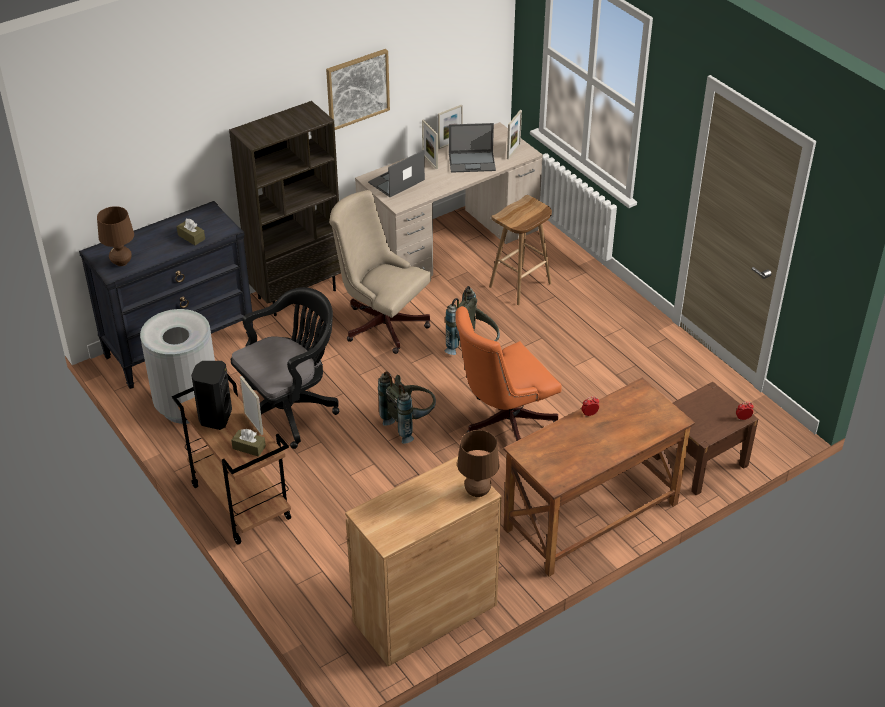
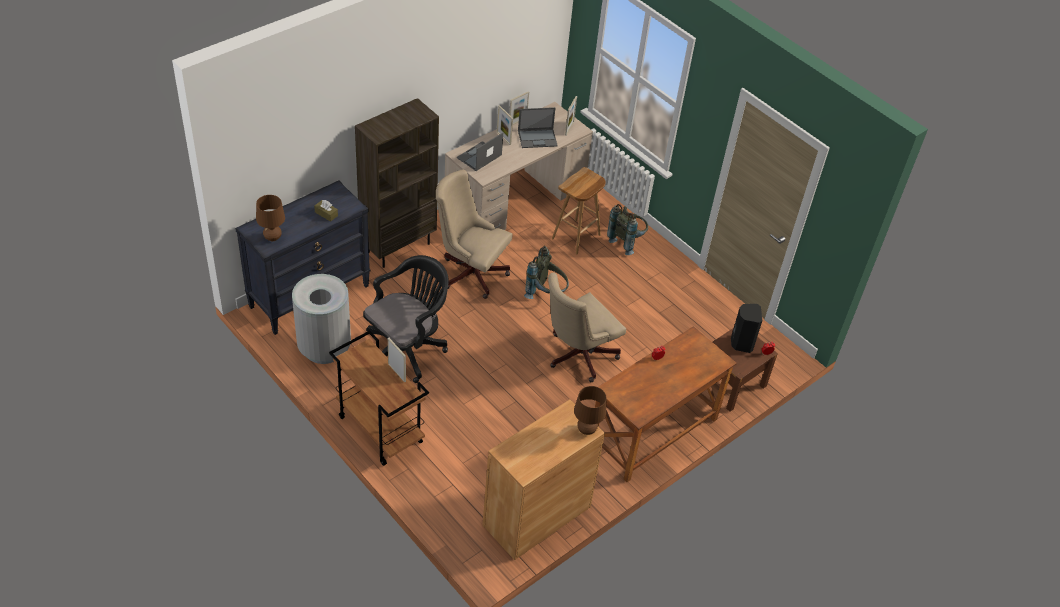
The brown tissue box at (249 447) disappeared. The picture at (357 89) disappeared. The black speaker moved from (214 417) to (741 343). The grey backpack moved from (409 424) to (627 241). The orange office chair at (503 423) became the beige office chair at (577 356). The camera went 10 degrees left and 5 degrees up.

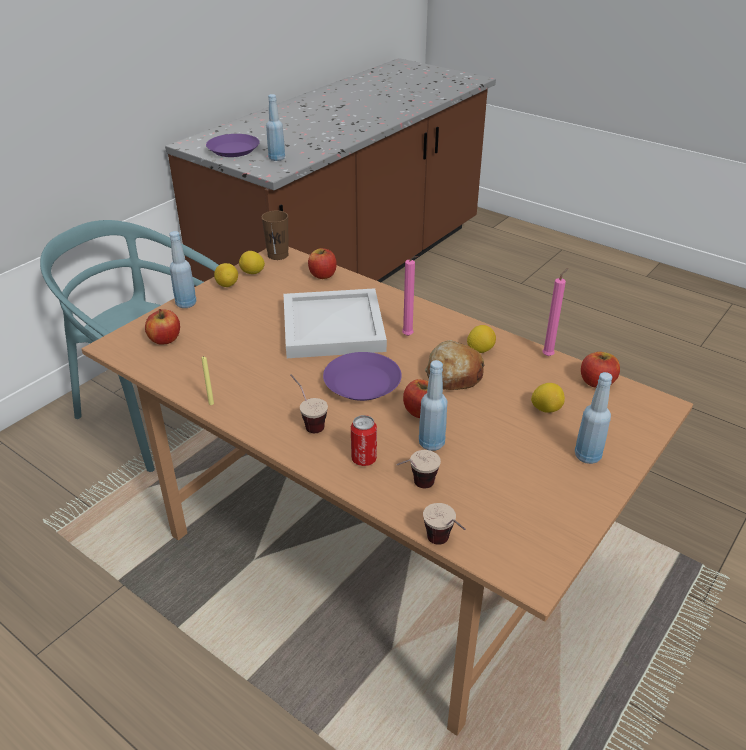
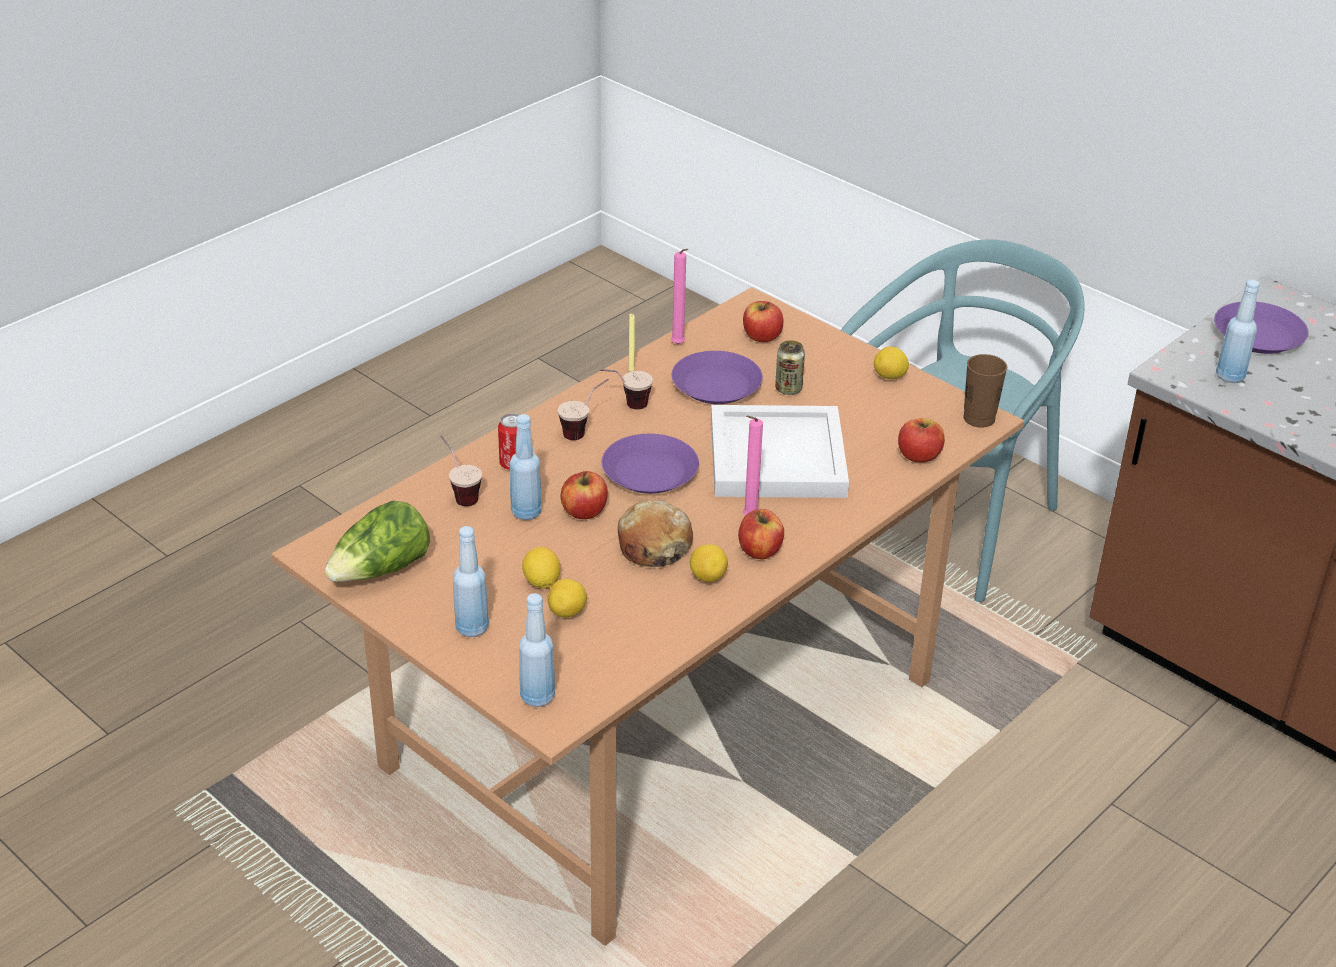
The lettuce at (381 570) appeared. The purple plate at (715 386) appeared. The can at (788 389) appeared. The blue bottle moved from (186 304) to (537 697). The lemon moved from (252 273) to (541 582). The cup moved from (444 546) to (625 407). The pink candle moved from (549 355) to (679 345). The apple moved from (597 382) to (760 550). The camera went 95 degrees right and 0 degrees up.

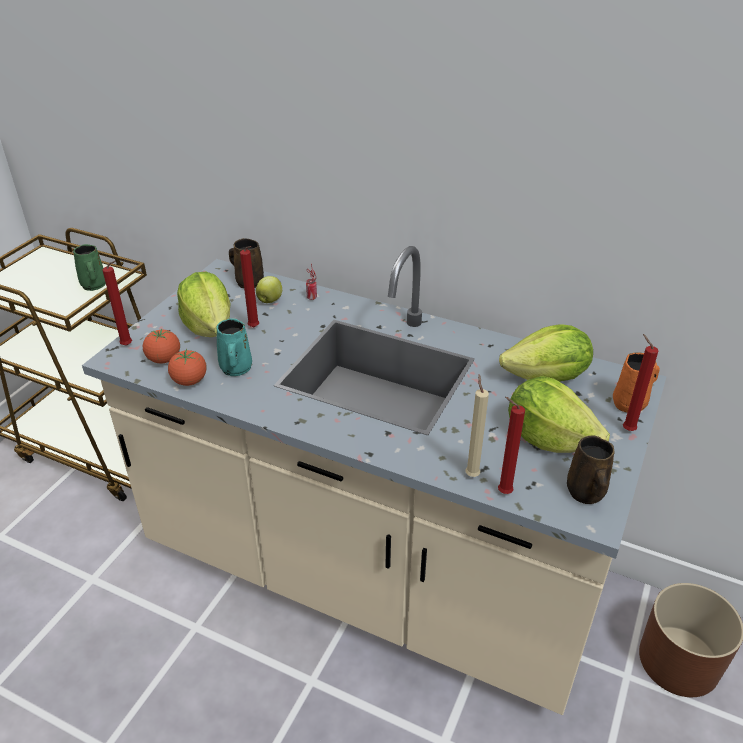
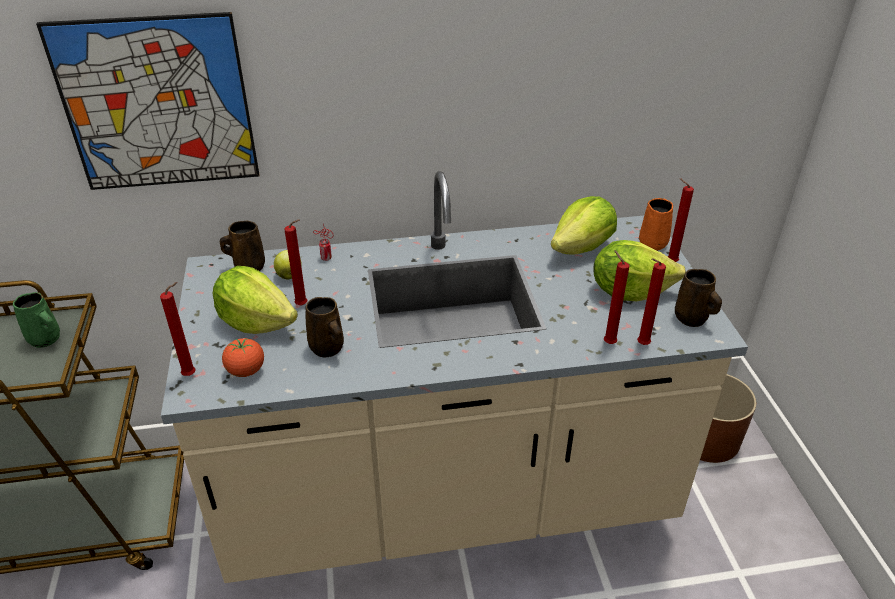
The tomato at (189 381) disappeared. The picture at (157 104) appeared. The turquoise mug at (235 369) became the brown mug at (328 349). The beige candle at (471 474) became the red candle at (607 342). The camera went 35 degrees left and 0 degrees up.

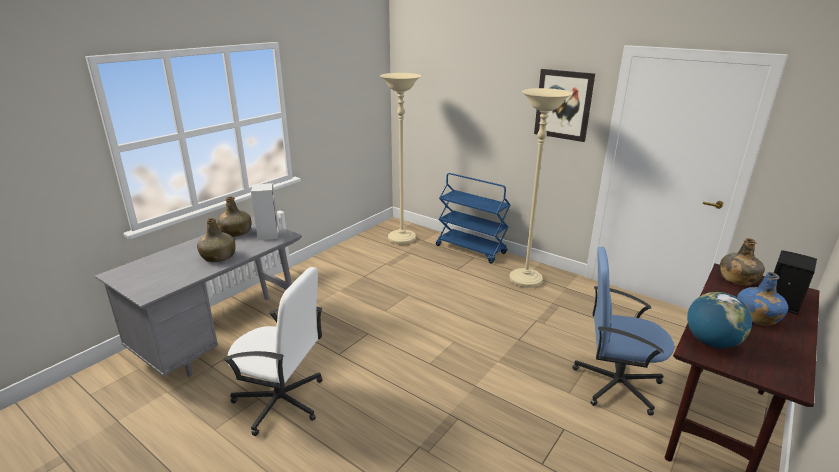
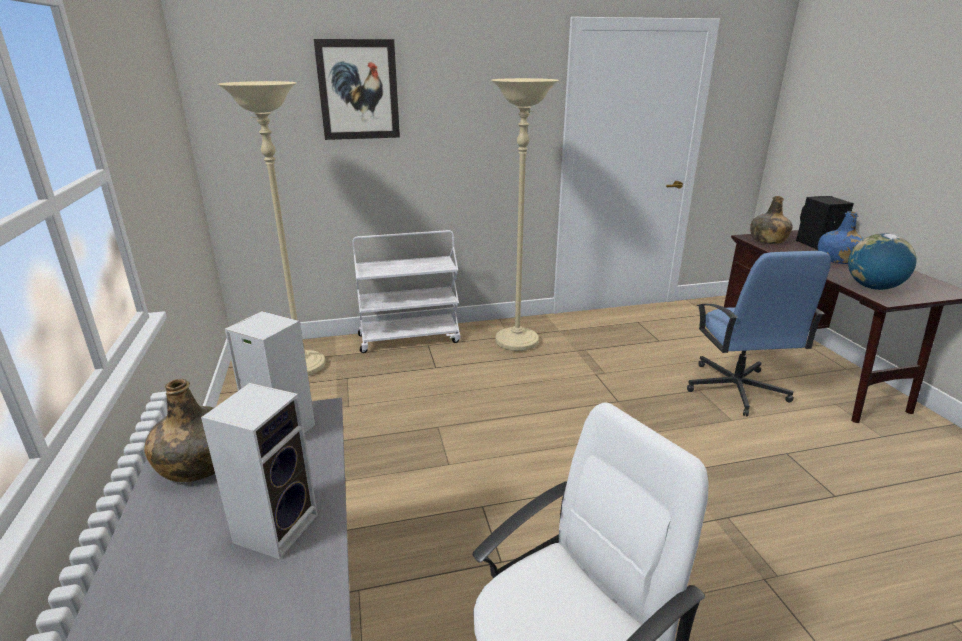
The picture moved from (563 105) to (358 90). The green bottle at (218 257) was replaced by the speaker at (277 526). The blue cart at (471 249) became the white cart at (409 338). The blue office chair at (615 384) turned 60 degrees counterclockwise. The camera went 50 degrees left and 0 degrees up.

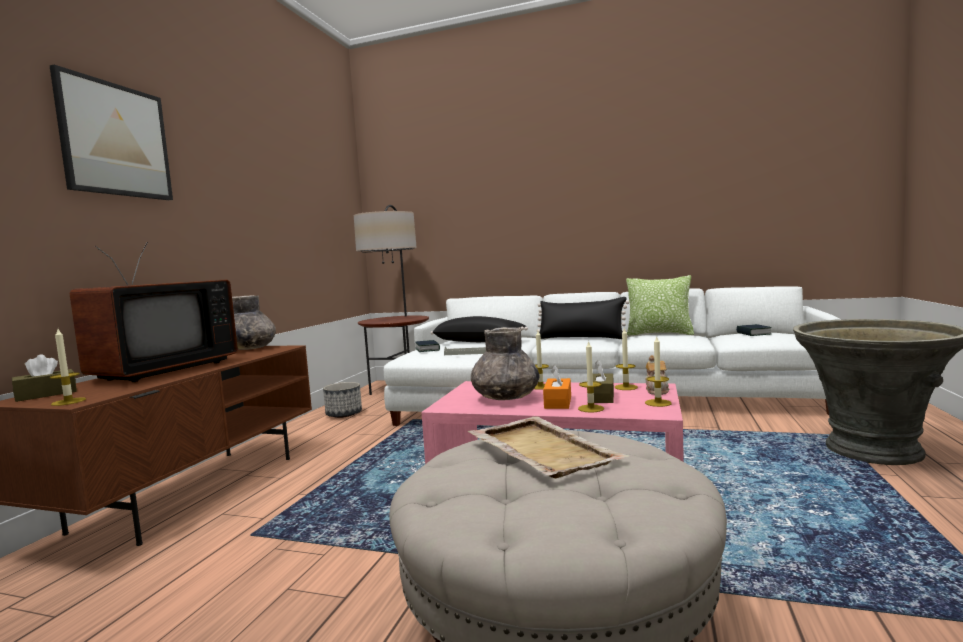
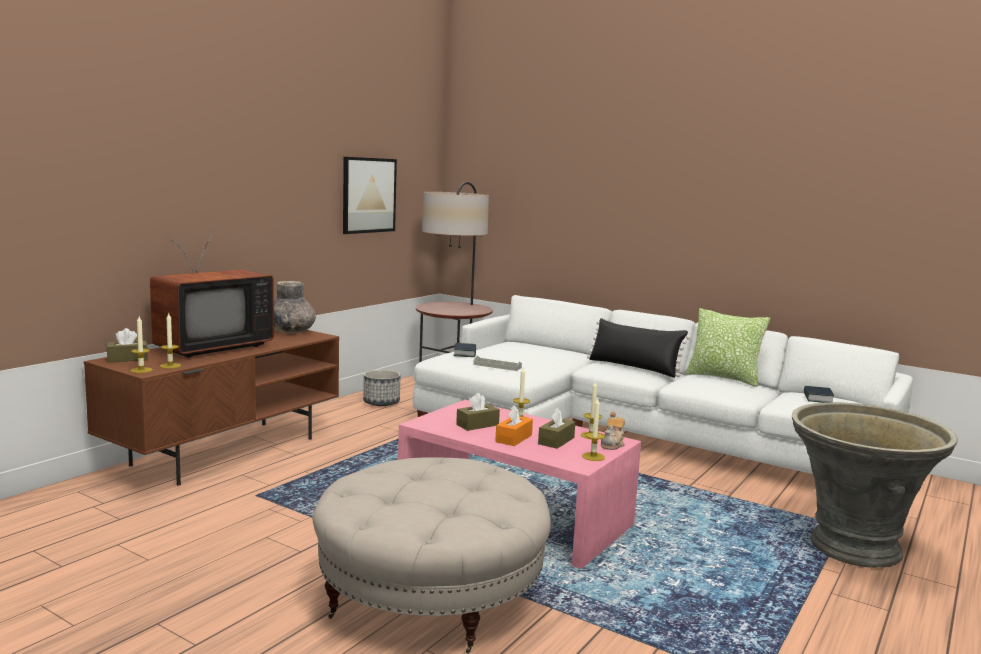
The black pillow at (479 341) disappeared. The beige tray at (541 449) disappeared. The picture moved from (115 140) to (369 195). The candle moved from (591 408) to (170 366). The grey vase at (505 398) was replaced by the brown tissue box at (477 425). The camera went 15 degrees right and 5 degrees up.

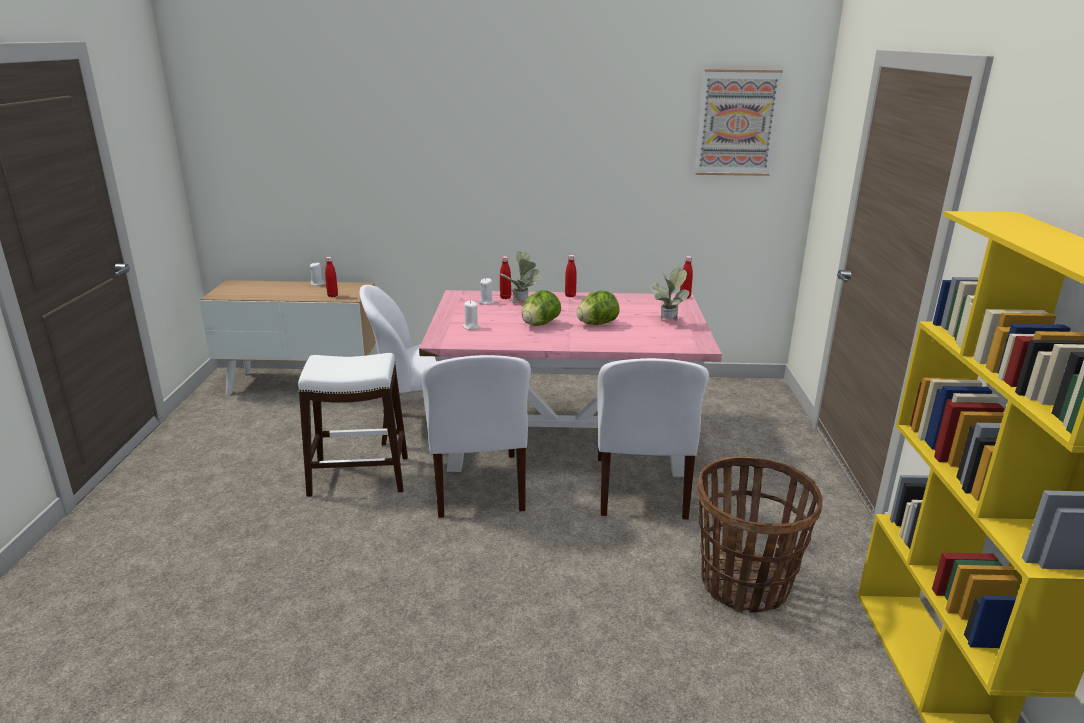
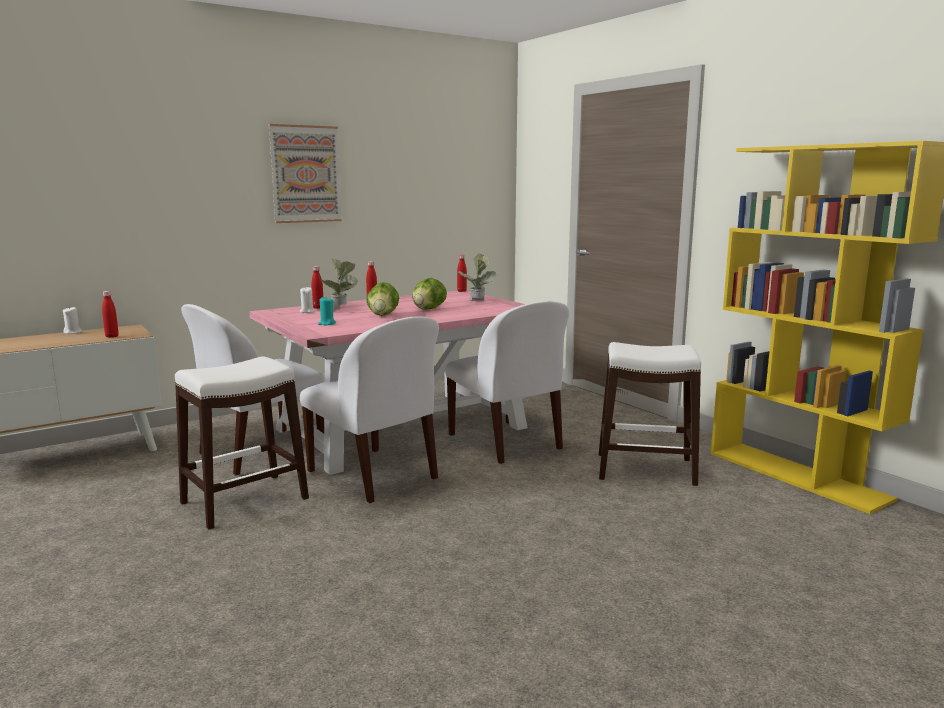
The picture moved from (737 123) to (305 174). The basket at (745 584) was replaced by the white stool at (645 469). The white candle at (471 327) became the turquoise candle at (326 324). The camera went 35 degrees left and 10 degrees down.

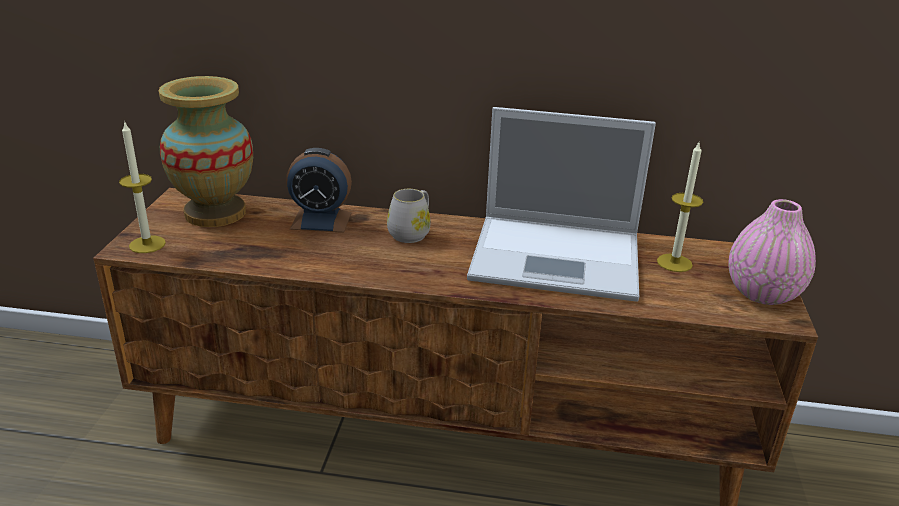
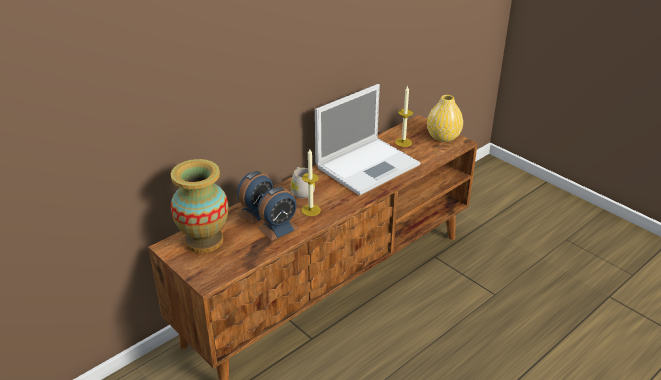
The alarm clock at (278 228) appeared. The candle moved from (147 244) to (311 210). The pink vase at (762 293) became the yellow vase at (443 137). The camera went 50 degrees left and 5 degrees up.

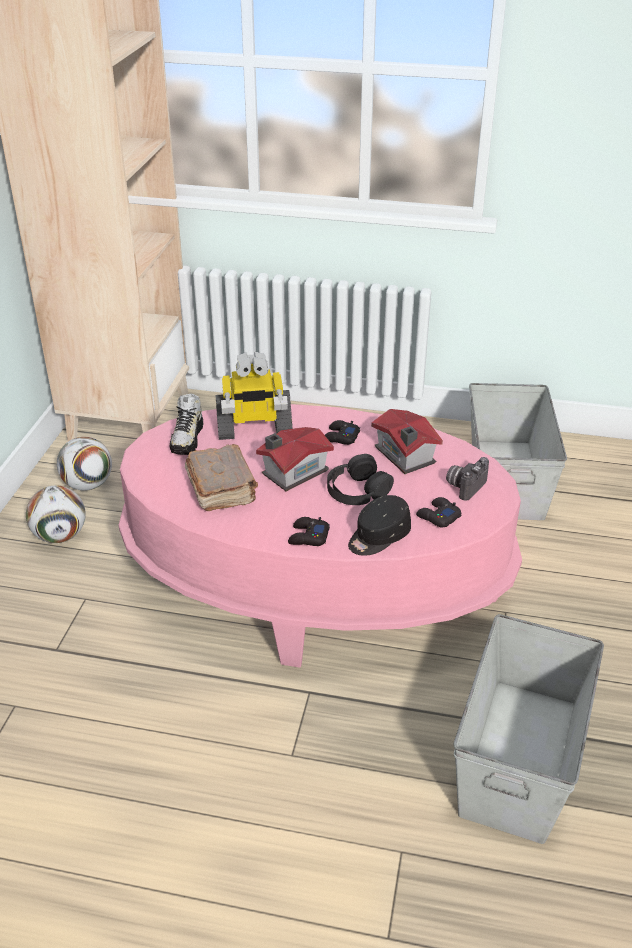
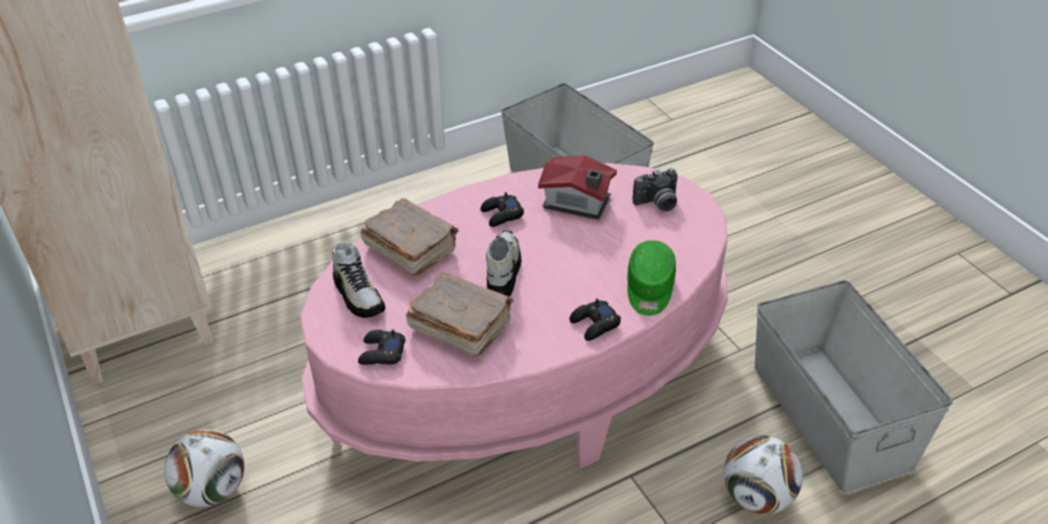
The black headphones at (357 490) disappeared. The football moved from (88 485) to (757 497). The black game controller moved from (438 516) to (381 353). The toy robot at (253 428) was replaced by the brown book at (410 248). The toy house at (292 472) was replaced by the shoe at (502 272). The black cap at (378 537) became the green cap at (649 289). The photo camera at (465 486) turned 105 degrees counterclockwise. The camera went 40 degrees left and 5 degrees up.

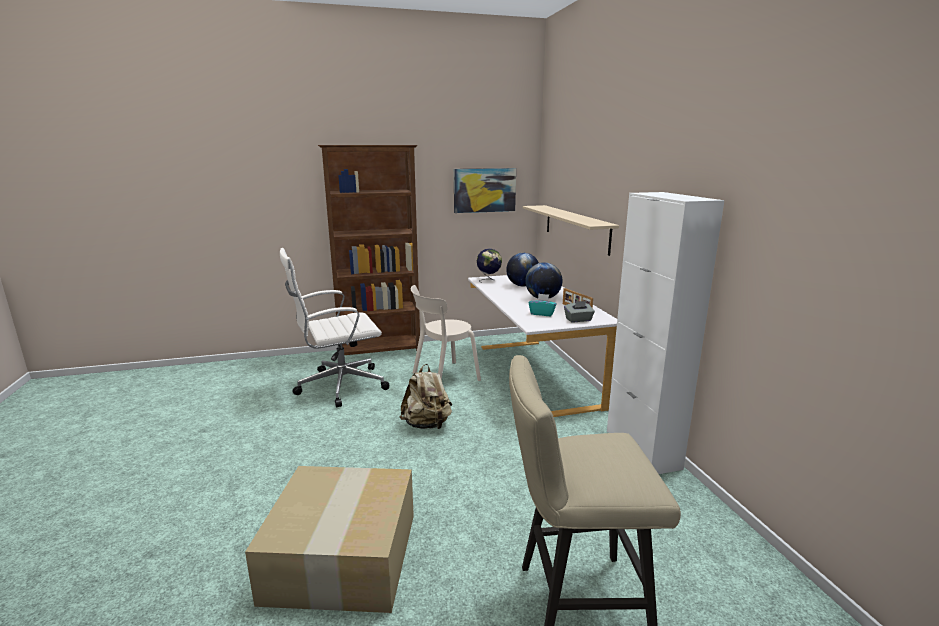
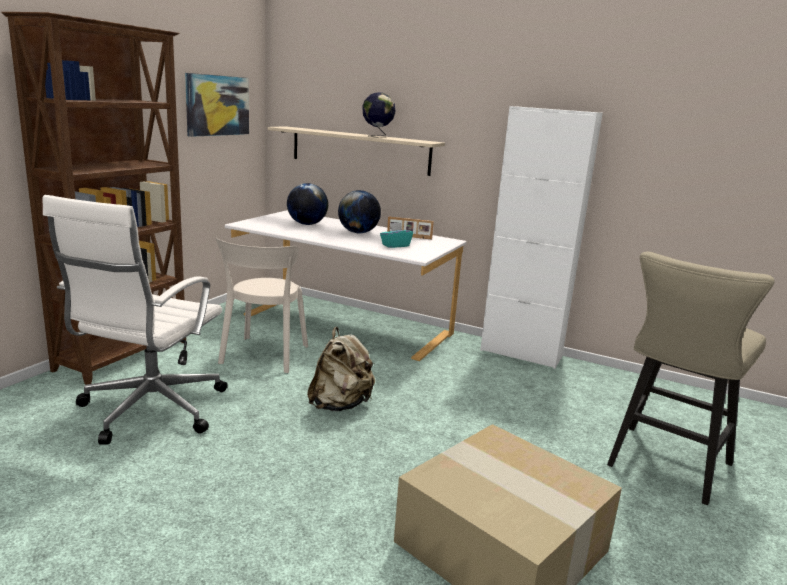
The grey tissue box at (578 320) disappeared. The globe moved from (489 280) to (377 136). The camera went 50 degrees left and 0 degrees up.

